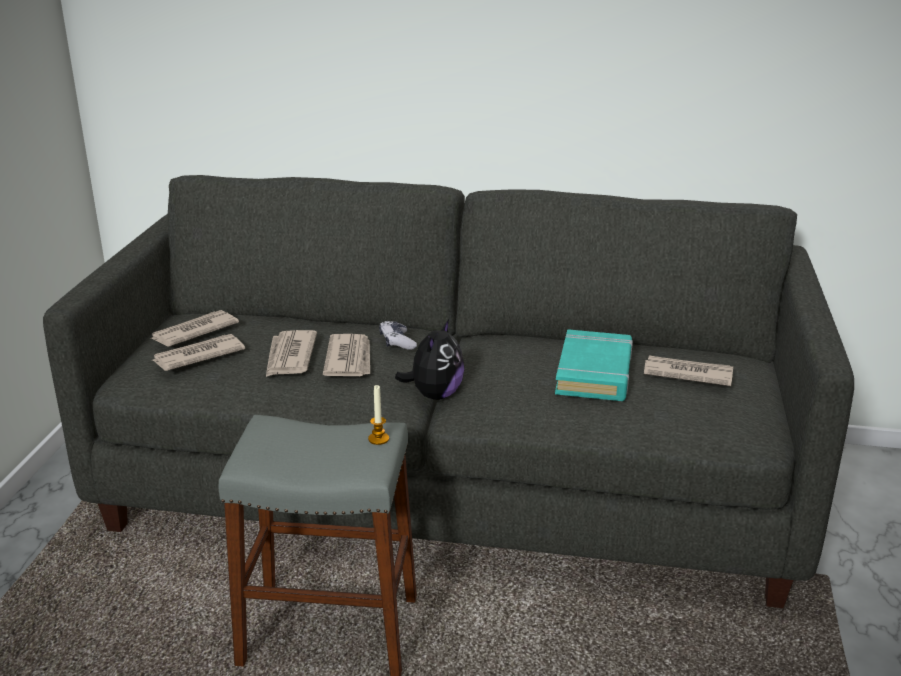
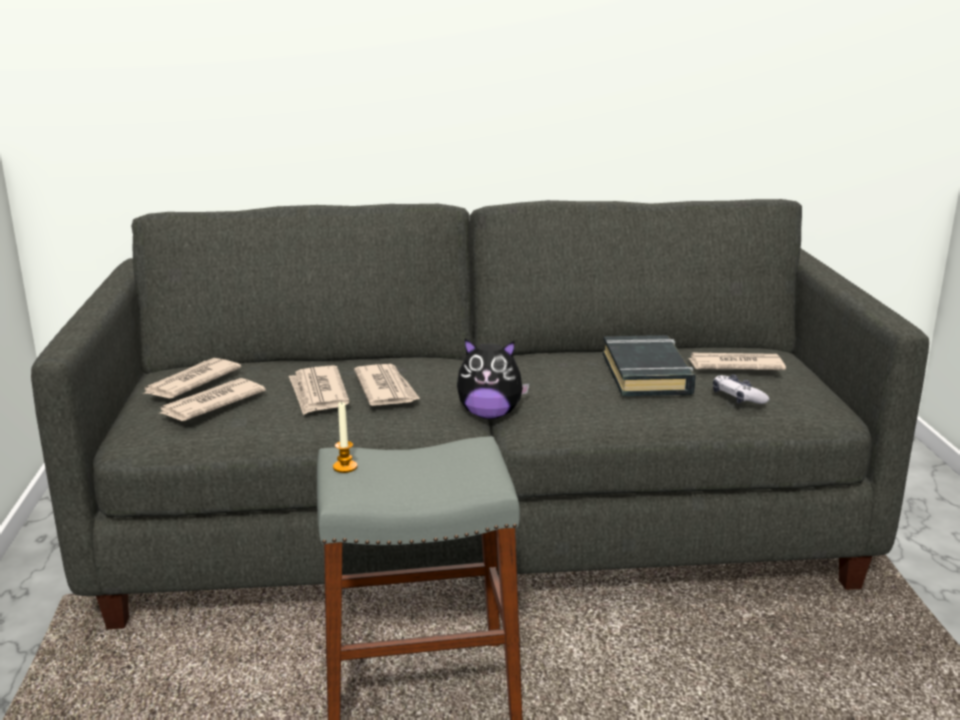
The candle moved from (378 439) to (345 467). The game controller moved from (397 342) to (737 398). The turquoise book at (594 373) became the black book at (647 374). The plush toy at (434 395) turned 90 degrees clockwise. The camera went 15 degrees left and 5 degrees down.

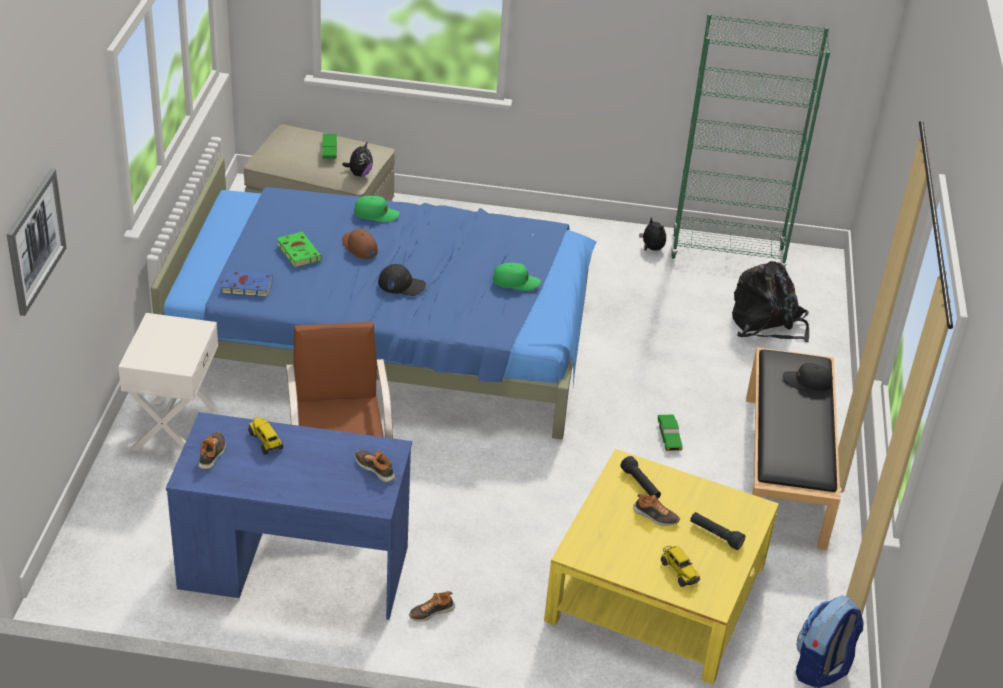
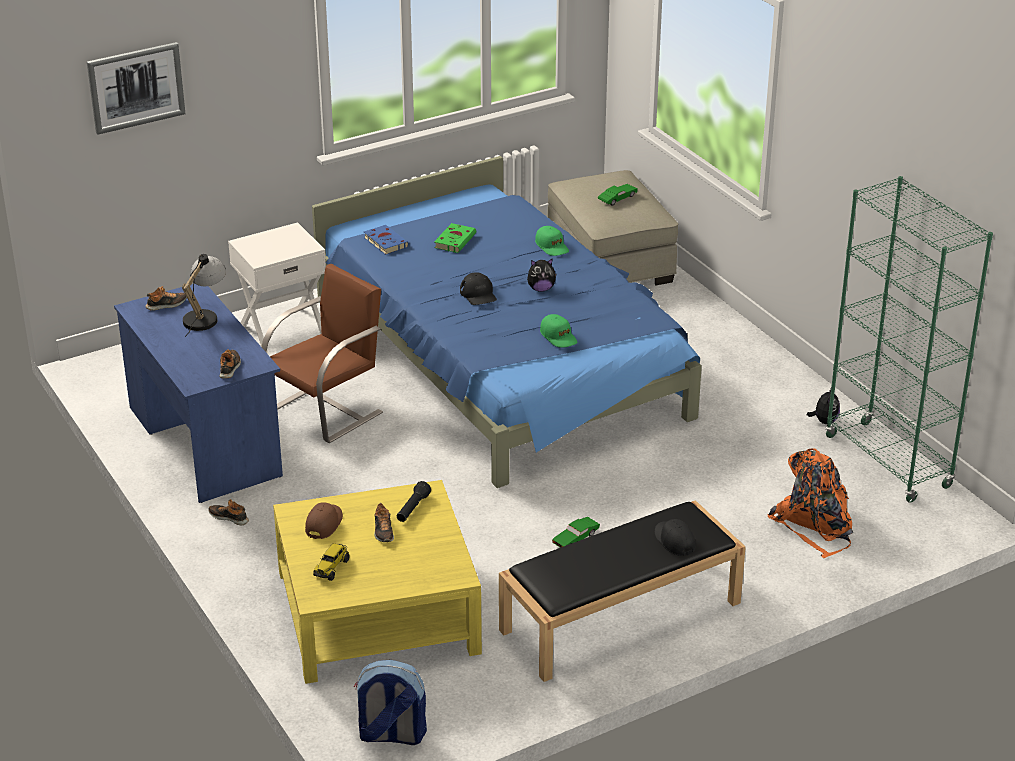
The black flashlight at (715 535) disappeared. The plush toy moved from (359 174) to (541 289). The brown cap moved from (359 247) to (324 524). The toy truck at (266 441) was replaced by the table lamp at (205 317). The black backpack at (766 324) became the orange backpack at (815 525). The camera went 55 degrees right and 5 degrees down.

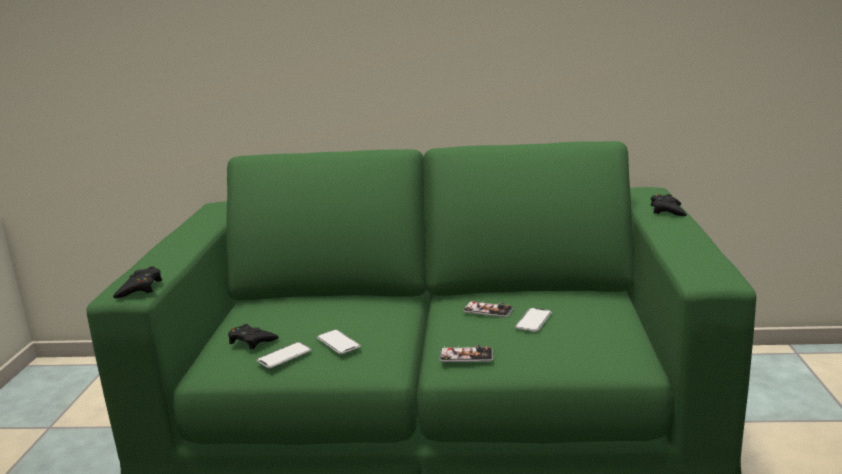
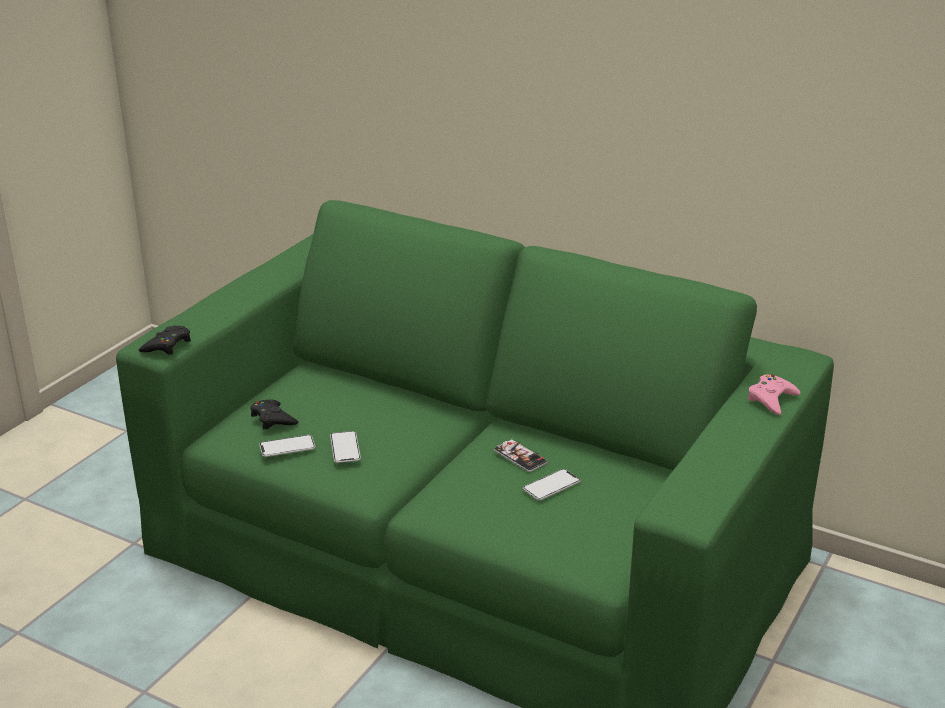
The phone at (466 356) disappeared. The black game controller at (667 210) became the pink game controller at (771 399). The camera went 25 degrees right and 10 degrees up.

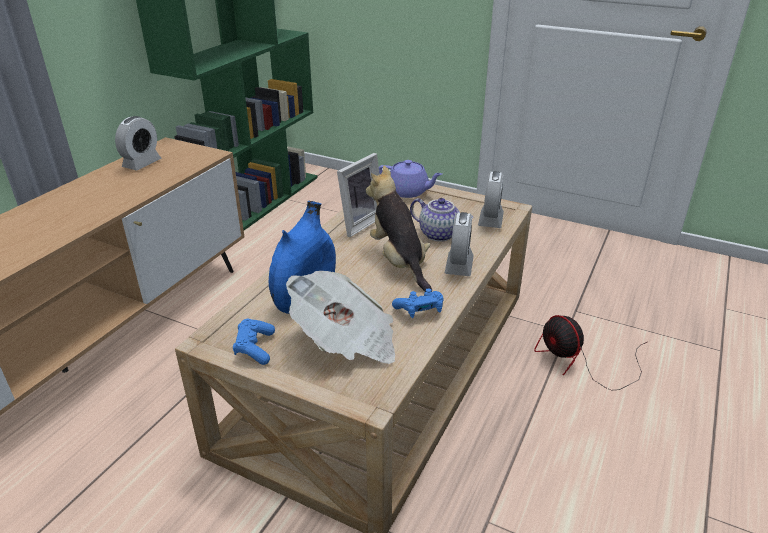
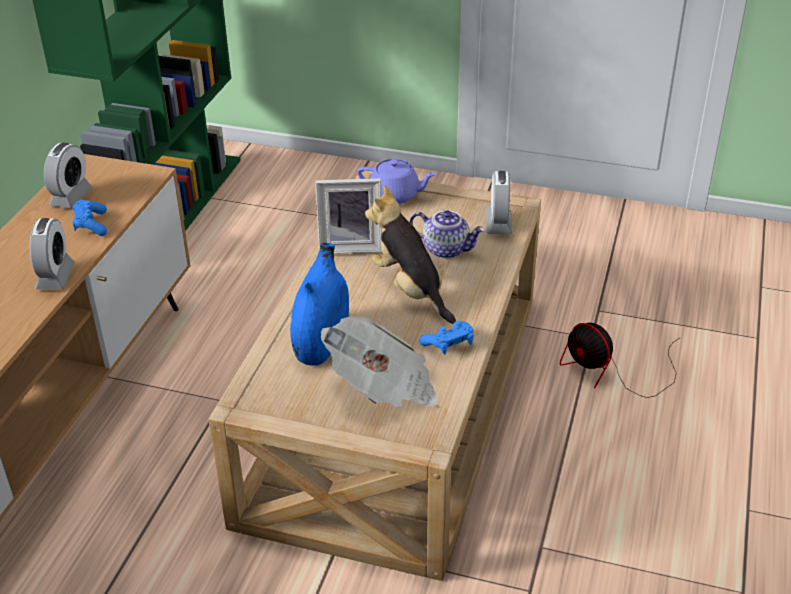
The blue game controller moved from (255 348) to (91 225). The alarm clock moved from (459 265) to (55 276). The picture frame at (358 223) turned 60 degrees clockwise. The camera went 10 degrees left and 5 degrees up.

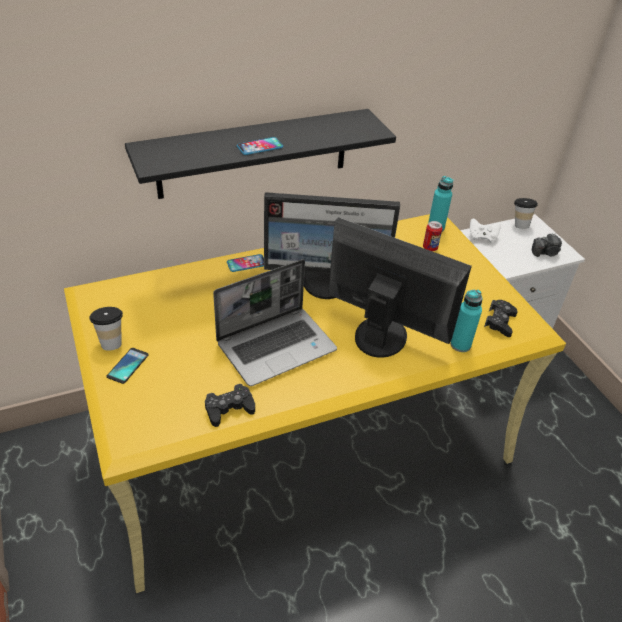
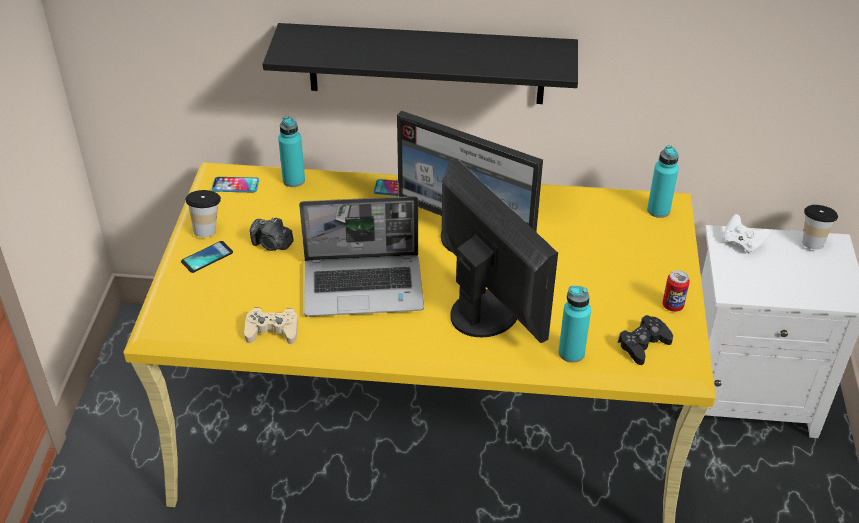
The turquoise bottle at (294 180) appeared. The phone moved from (260 147) to (235 185). The can moved from (430 248) to (672 306). The photo camera moved from (546 253) to (272 244). The black game controller at (229 409) became the beige game controller at (272 331). The camera went 30 degrees right and 0 degrees up.

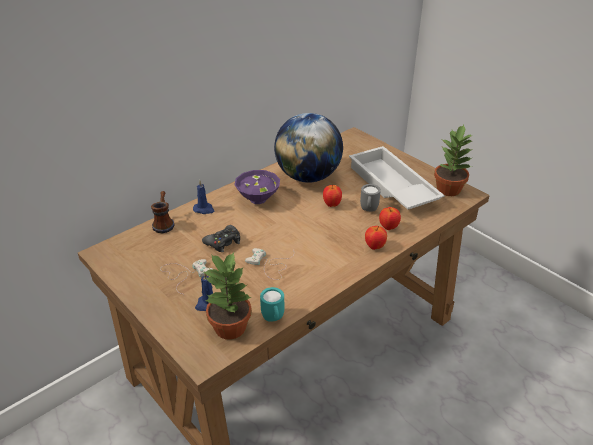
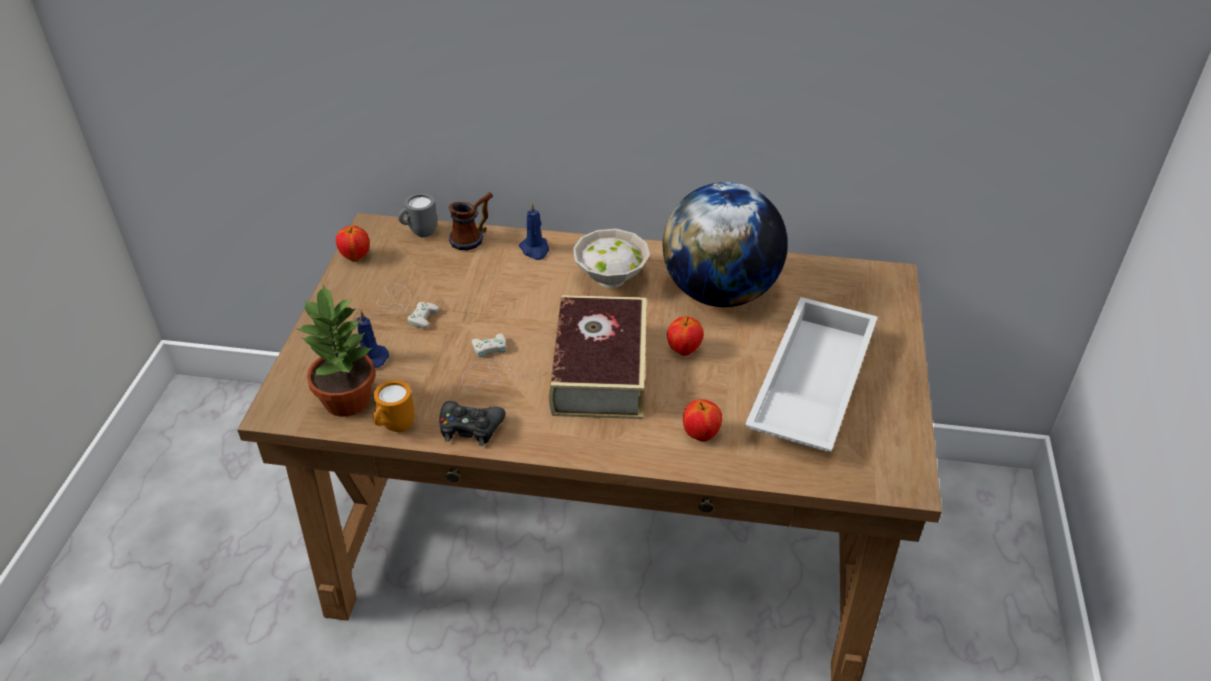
The potted plant at (449 189) disappeared. The book at (599 370) appeared. The black game controller moved from (223 242) to (470 428). The grey mug moved from (368 210) to (419 233). The apple moved from (374 247) to (355 257). The purple bowl at (257 199) became the white bowl at (609 278). The turquoise mug at (273 319) became the orange mug at (394 428). The camera went 50 degrees right and 5 degrees up.

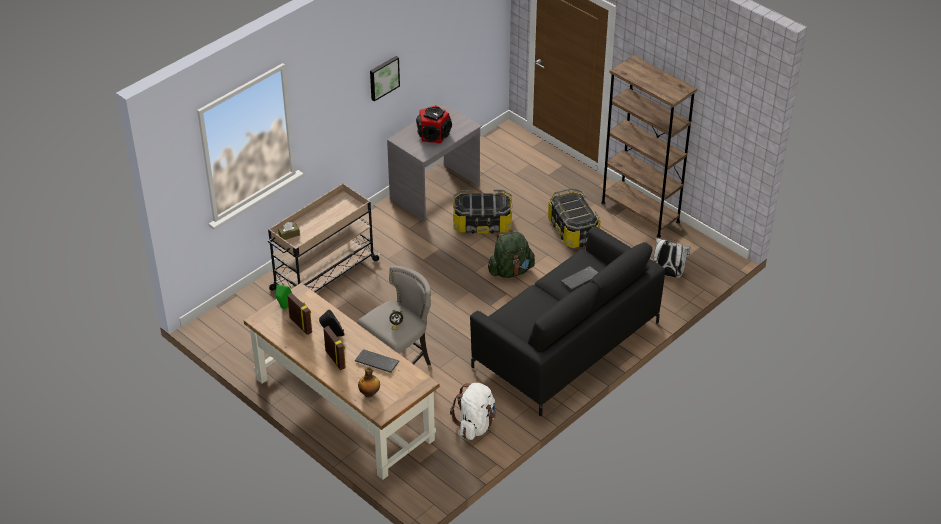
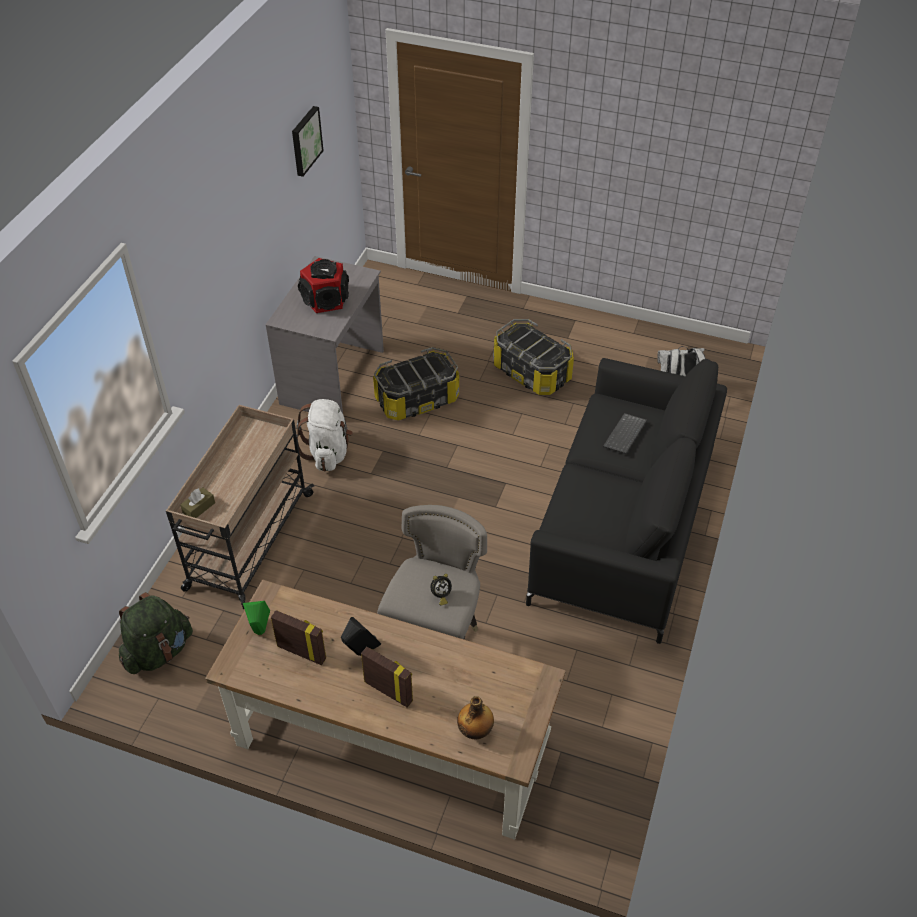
The keyboard at (376 362) disappeared. The brown bookcase at (640 212) disappeared. The picture moved from (383 77) to (305 140). The white backpack moved from (475 425) to (328 453). The green backpack moved from (511 271) to (159 651). The camera went 25 degrees left and 5 degrees up.

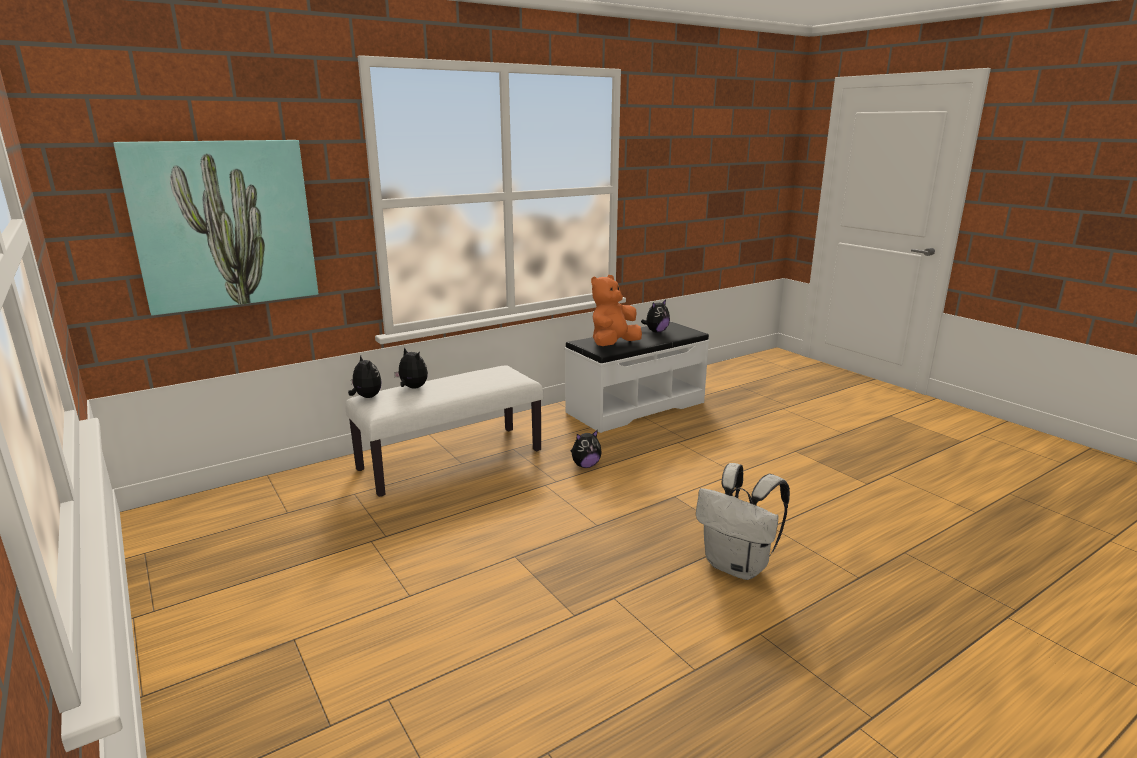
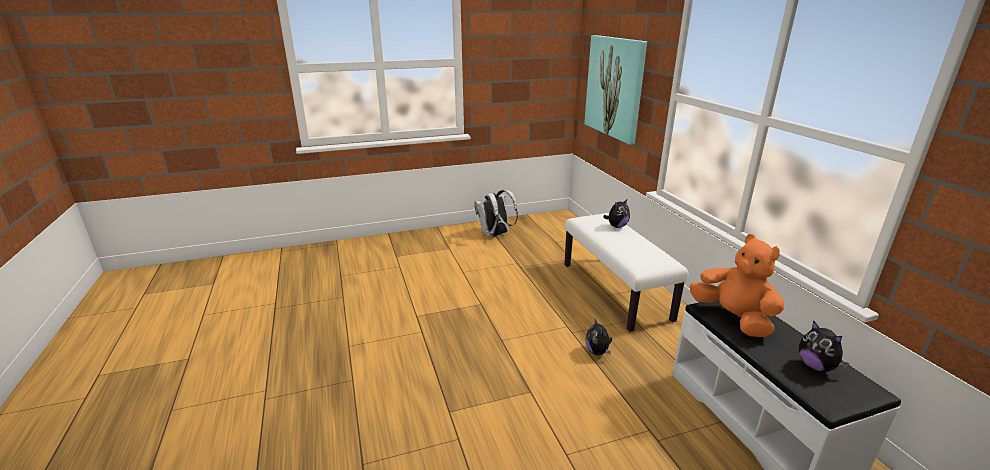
The plush toy at (366 397) disappeared. The white backpack moved from (738 566) to (495 235). The camera went 105 degrees right and 5 degrees up.

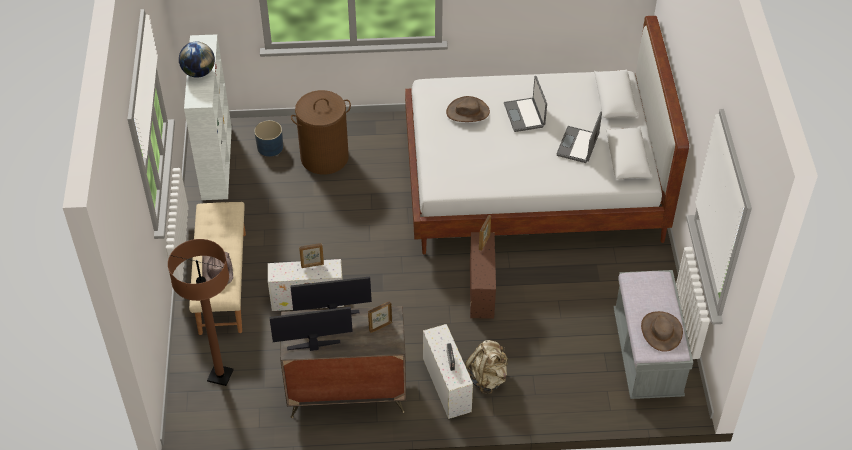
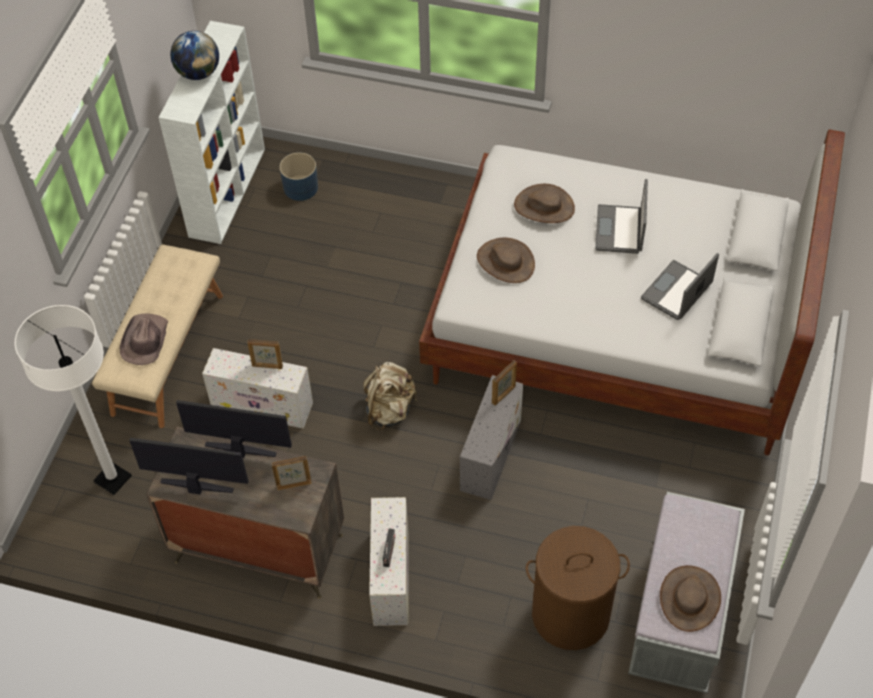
The brown hat at (505 262) appeared. The brown laundry basket moved from (324 157) to (570 614). The beige backpack moved from (488 377) to (390 410). The brown floor lamp at (220 376) became the white floor lamp at (113 479). The brown storage box at (481 288) became the grey storage box at (491 453). The camera went 20 degrees right and 5 degrees up.

